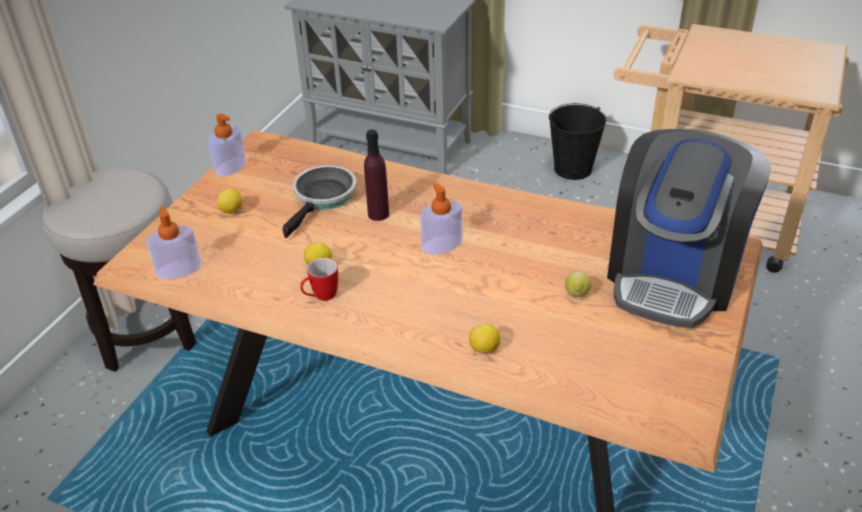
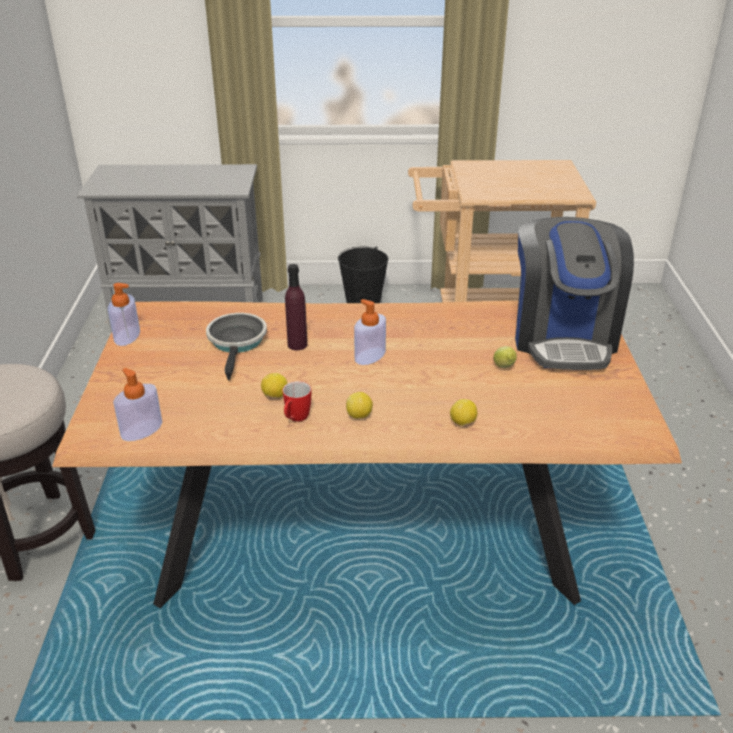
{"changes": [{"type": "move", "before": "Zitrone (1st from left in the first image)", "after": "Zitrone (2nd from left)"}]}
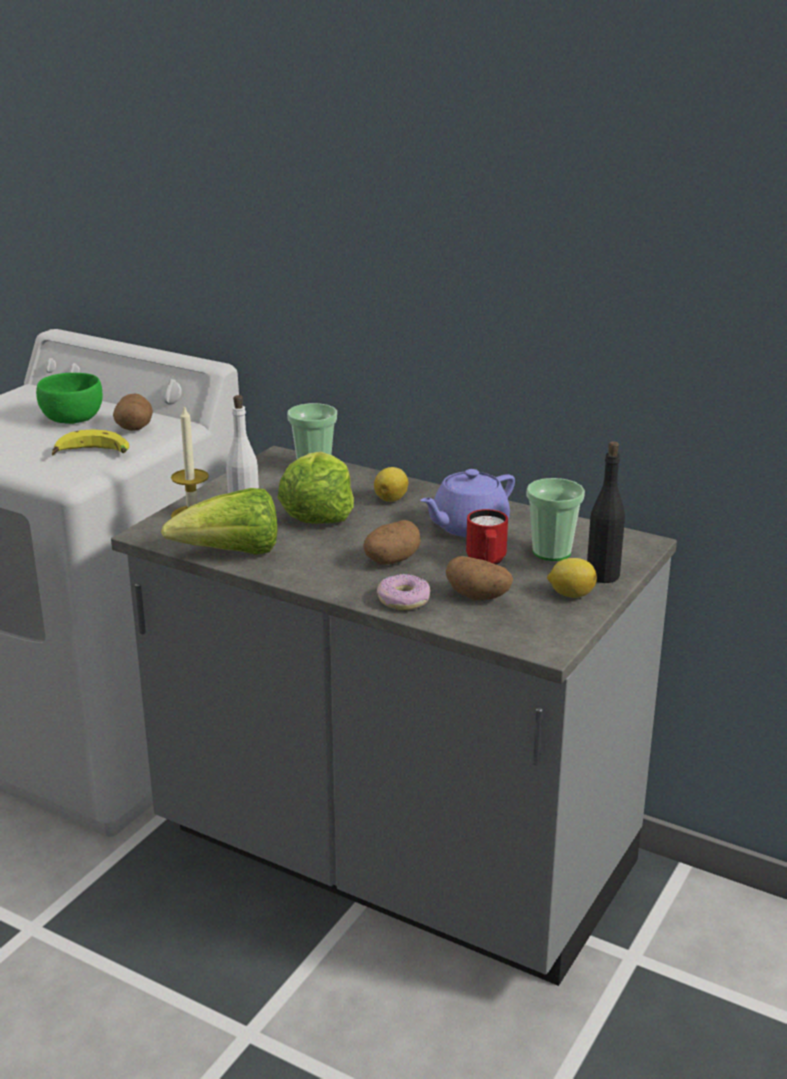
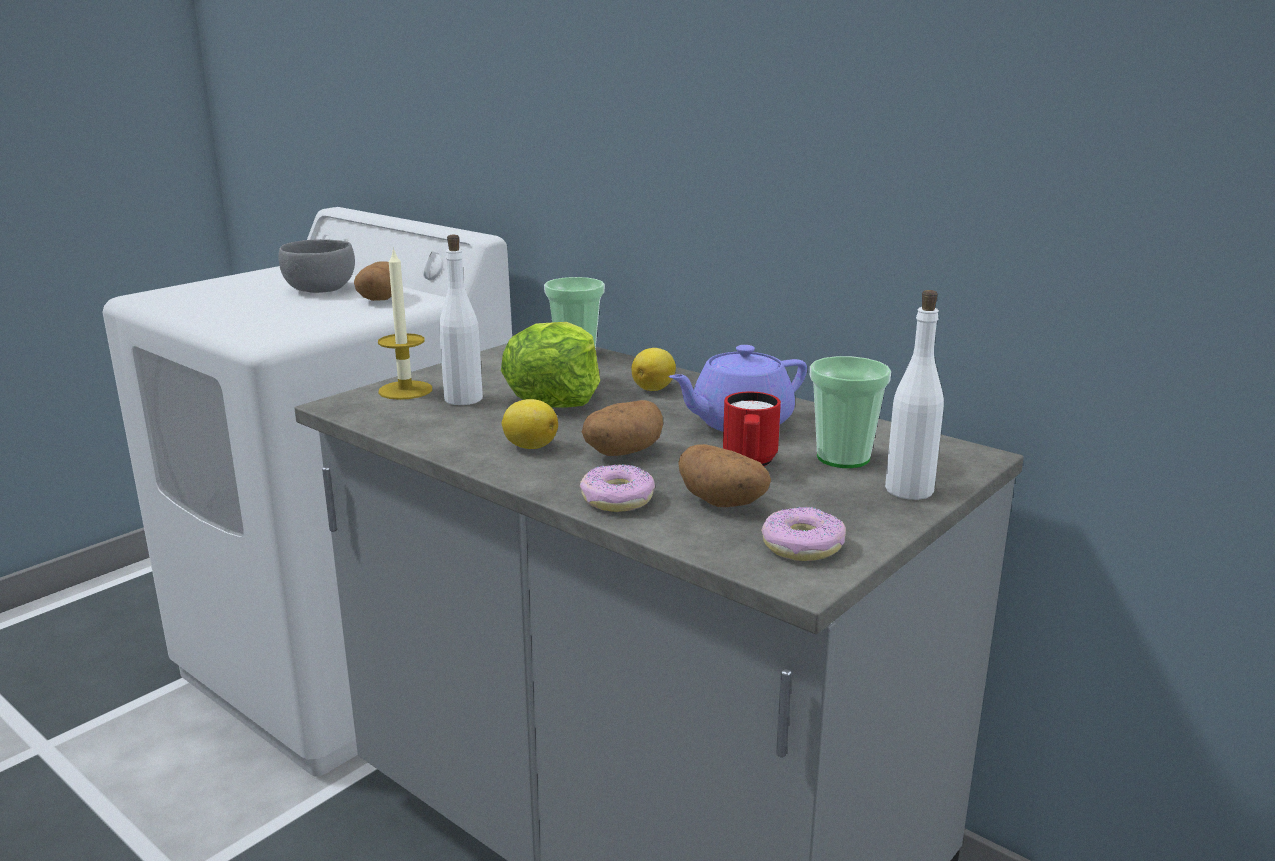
{"changes": [{"type": "recolor", "before": "Schüssel (grün)", "after": "Schüssel (grau)"}, {"type": "delete", "before": "Banane"}, {"type": "delete", "before": "Salatkopf (1st from left)"}, {"type": "move", "before": "Zitrone (2nd from left in the first image)", "after": "Zitrone (1st from left)"}, {"type": "recolor", "before": "Flasche (schwarz)", "after": "Flasche (weiß) (2nd from left)"}, {"type": "insert", "after": "Donut (2nd from left)"}]}
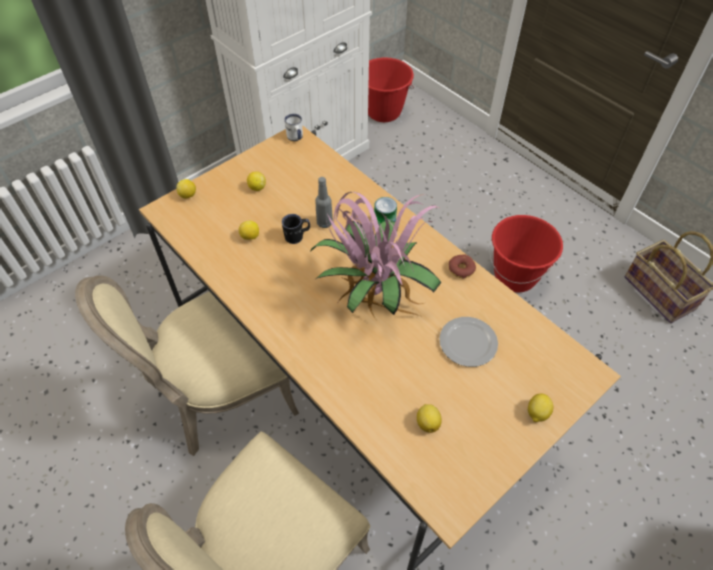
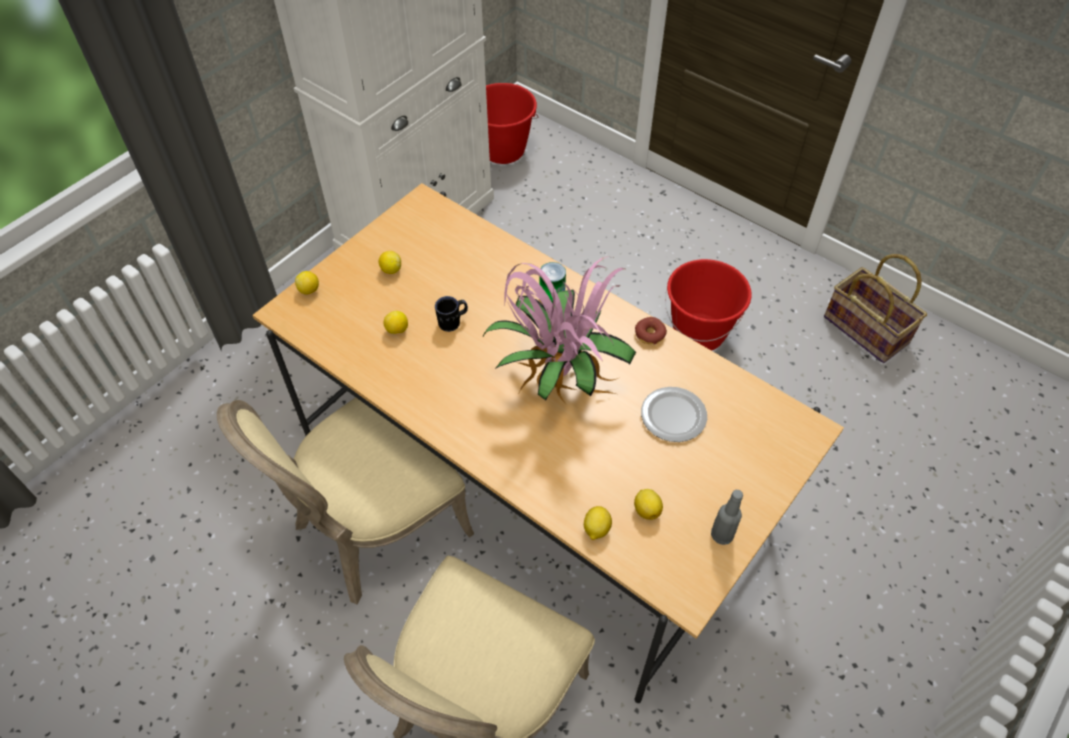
{"changes": [{"type": "delete", "before": "Henkelbecher (weiß)"}, {"type": "move", "before": "Flasche (grau)"}, {"type": "move", "before": "Zitrone (5th from left in the first image)", "after": "Zitrone (4th from left)"}]}
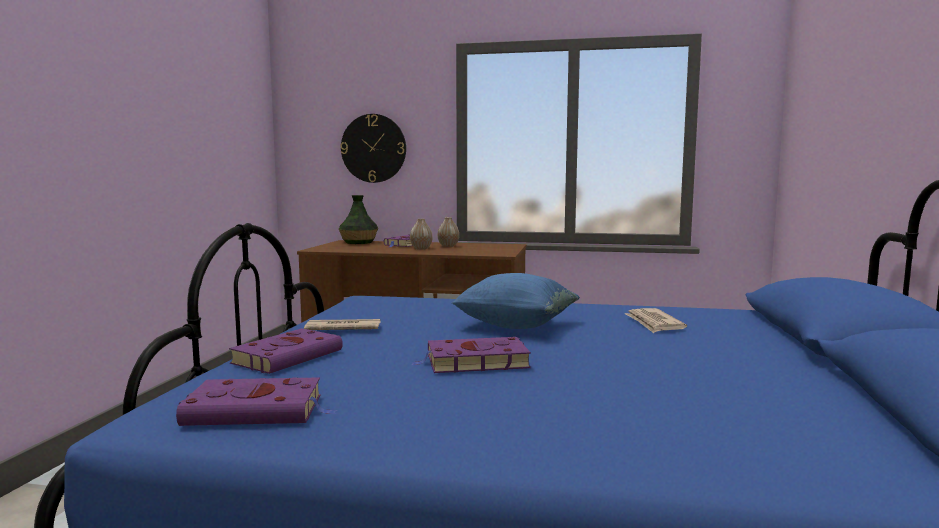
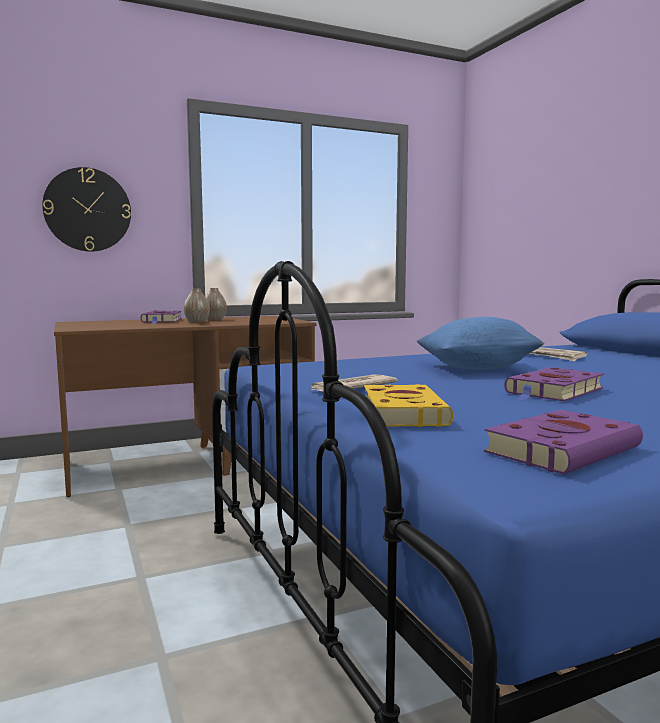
{"changes": [{"type": "recolor", "before": "Buch (lila) (2nd from left)", "after": "Buch (gelb)"}, {"type": "delete", "before": "Vase (1st from left)"}]}
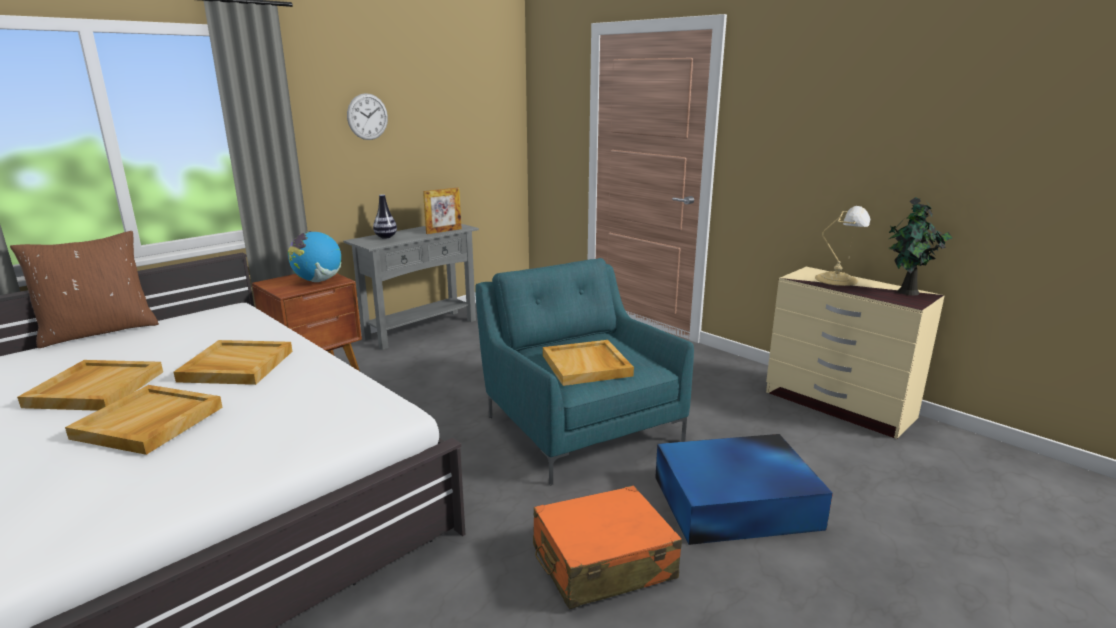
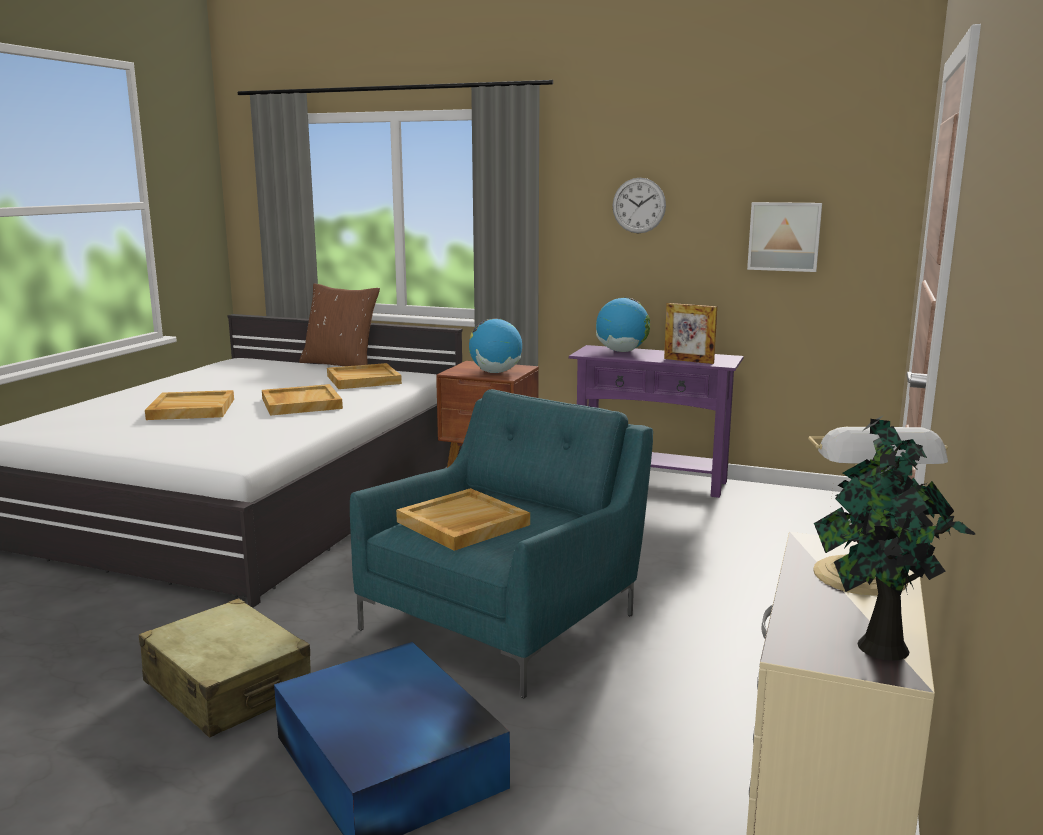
{"changes": [{"type": "move", "before": "Tablett (beige) (1st from left in the first image)", "after": "Tablett (beige) (3rd from left)"}, {"type": "recolor", "before": "Konsolentisch (grau)", "after": "Konsolentisch (lila)"}, {"type": "replace", "before": "Vase", "after": "Globus (2nd from left)"}, {"type": "recolor", "before": "Koffer (orange)", "after": "Koffer (beige)"}, {"type": "insert", "after": "Bild"}]}
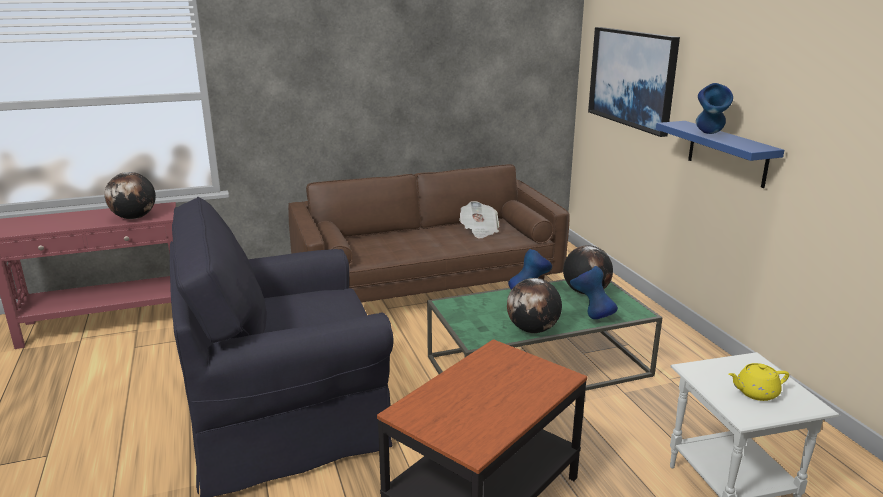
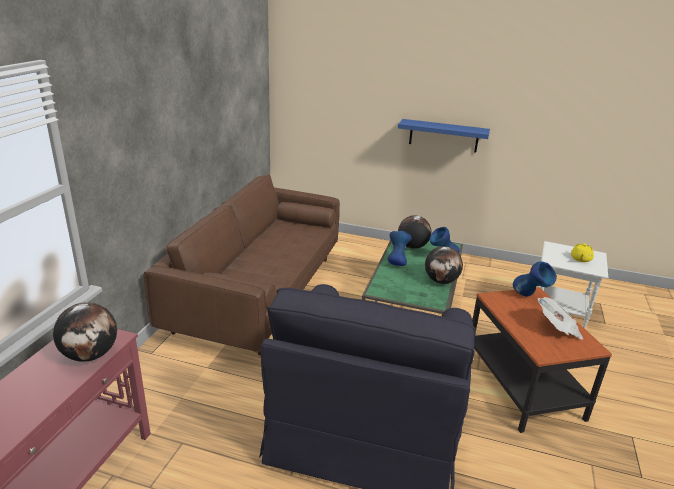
{"changes": [{"type": "move", "before": "Zeitung"}, {"type": "delete", "before": "Bild"}, {"type": "move", "before": "Vase (blau) (3rd from left)"}]}
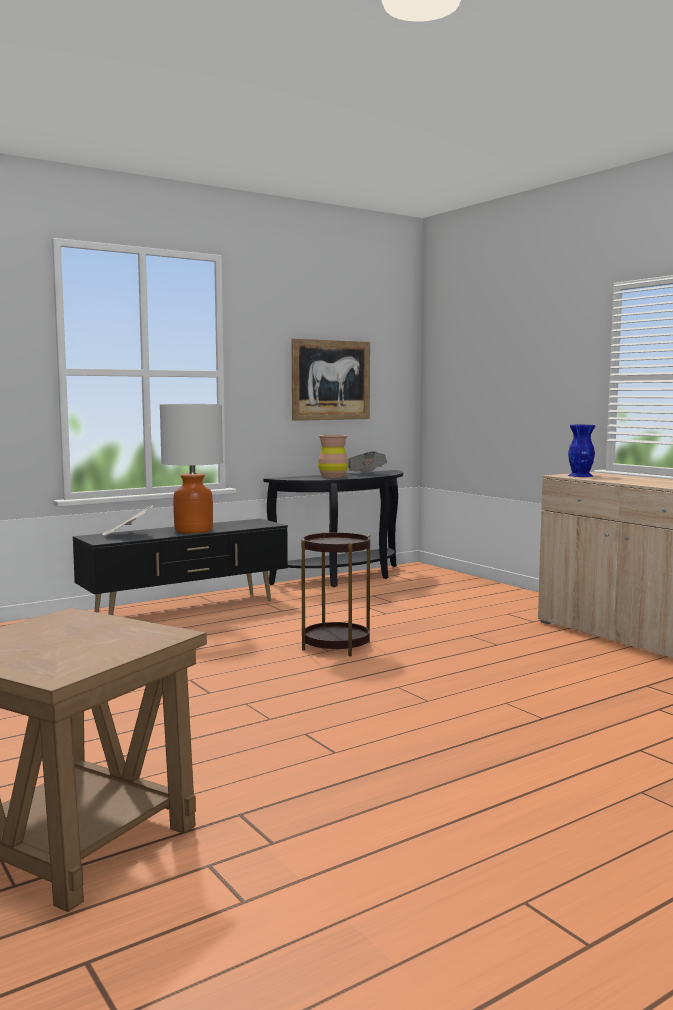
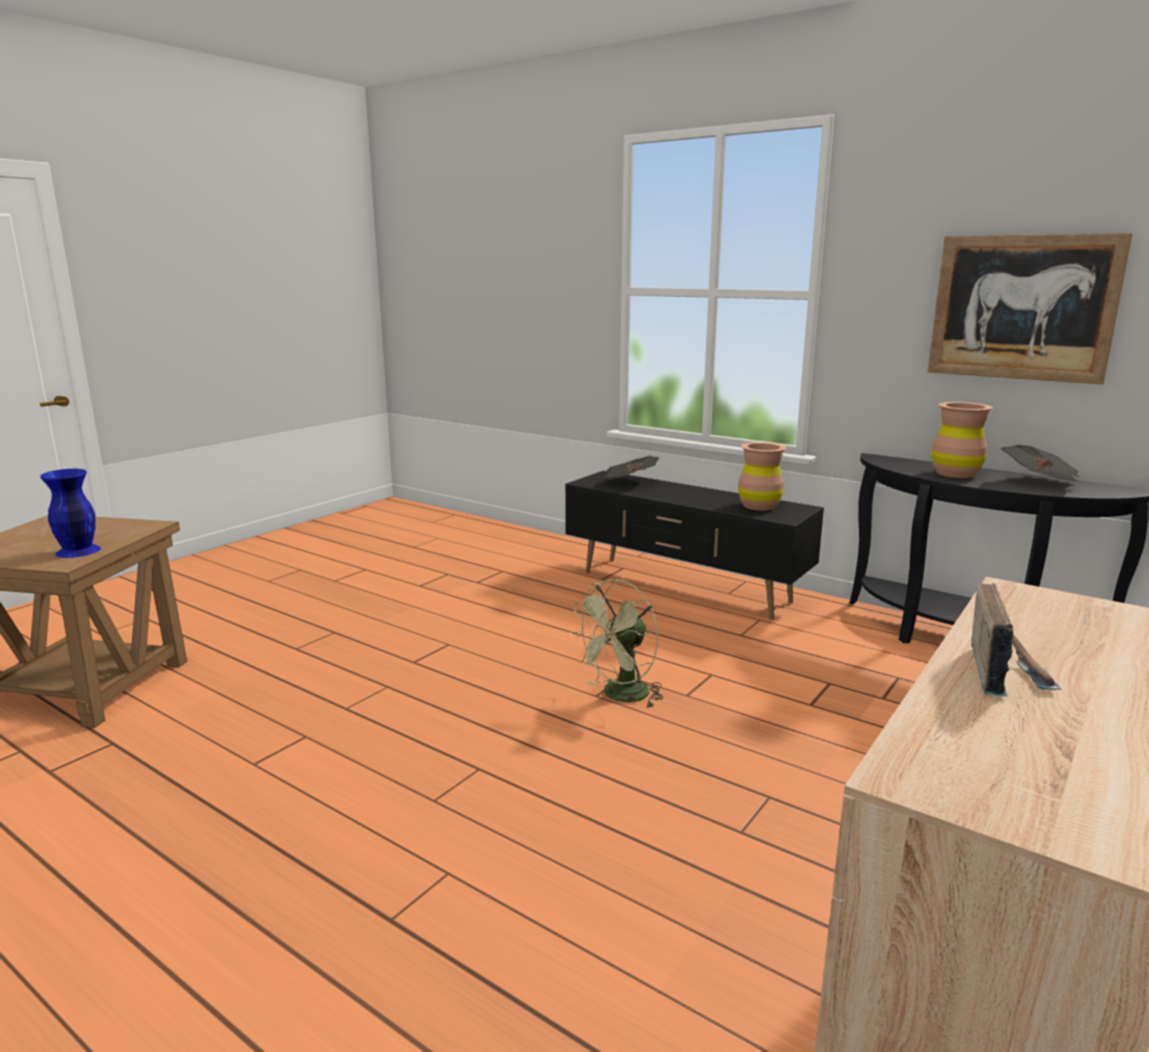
{"changes": [{"type": "delete", "before": "Tischlampe"}, {"type": "replace", "before": "Beistelltisch (braun) (2nd from left)", "after": "Ventilator (grün)"}, {"type": "move", "before": "Vase (blau)"}, {"type": "insert", "after": "Vase (braun) (1st from left)"}, {"type": "insert", "after": "Radio"}]}
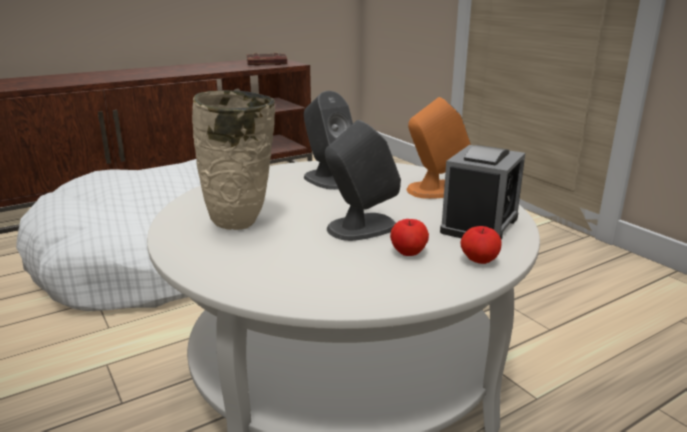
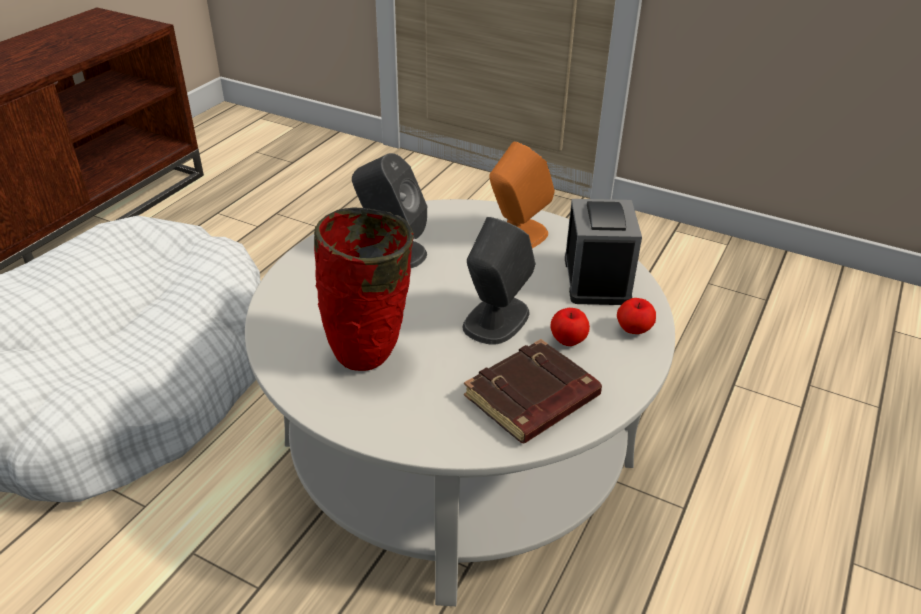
{"changes": [{"type": "recolor", "before": "Vase (beige)", "after": "Vase (rot)"}, {"type": "move", "before": "Buch (braun)"}]}
